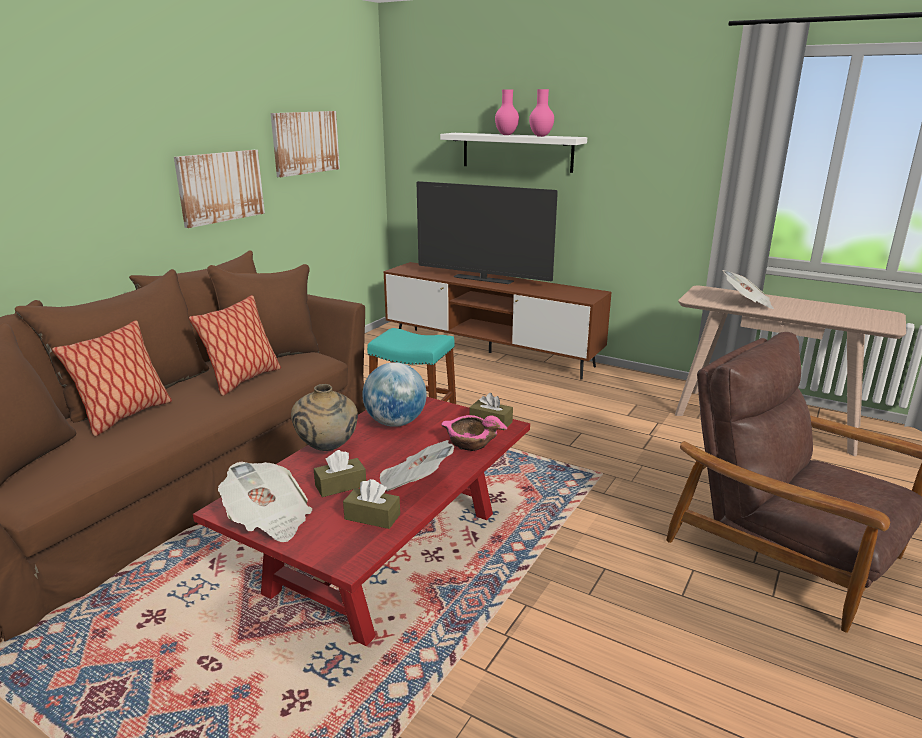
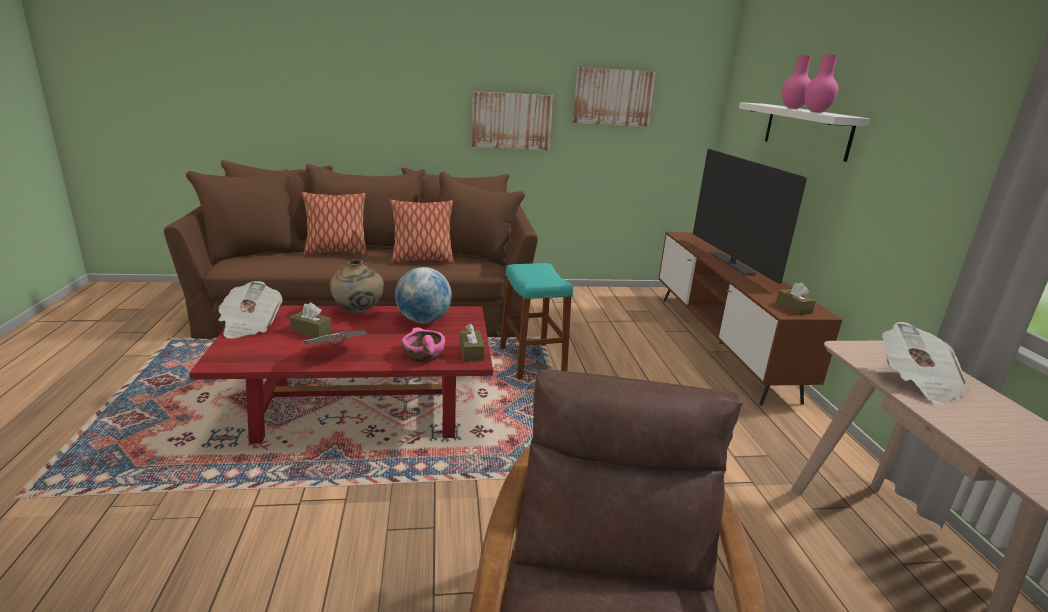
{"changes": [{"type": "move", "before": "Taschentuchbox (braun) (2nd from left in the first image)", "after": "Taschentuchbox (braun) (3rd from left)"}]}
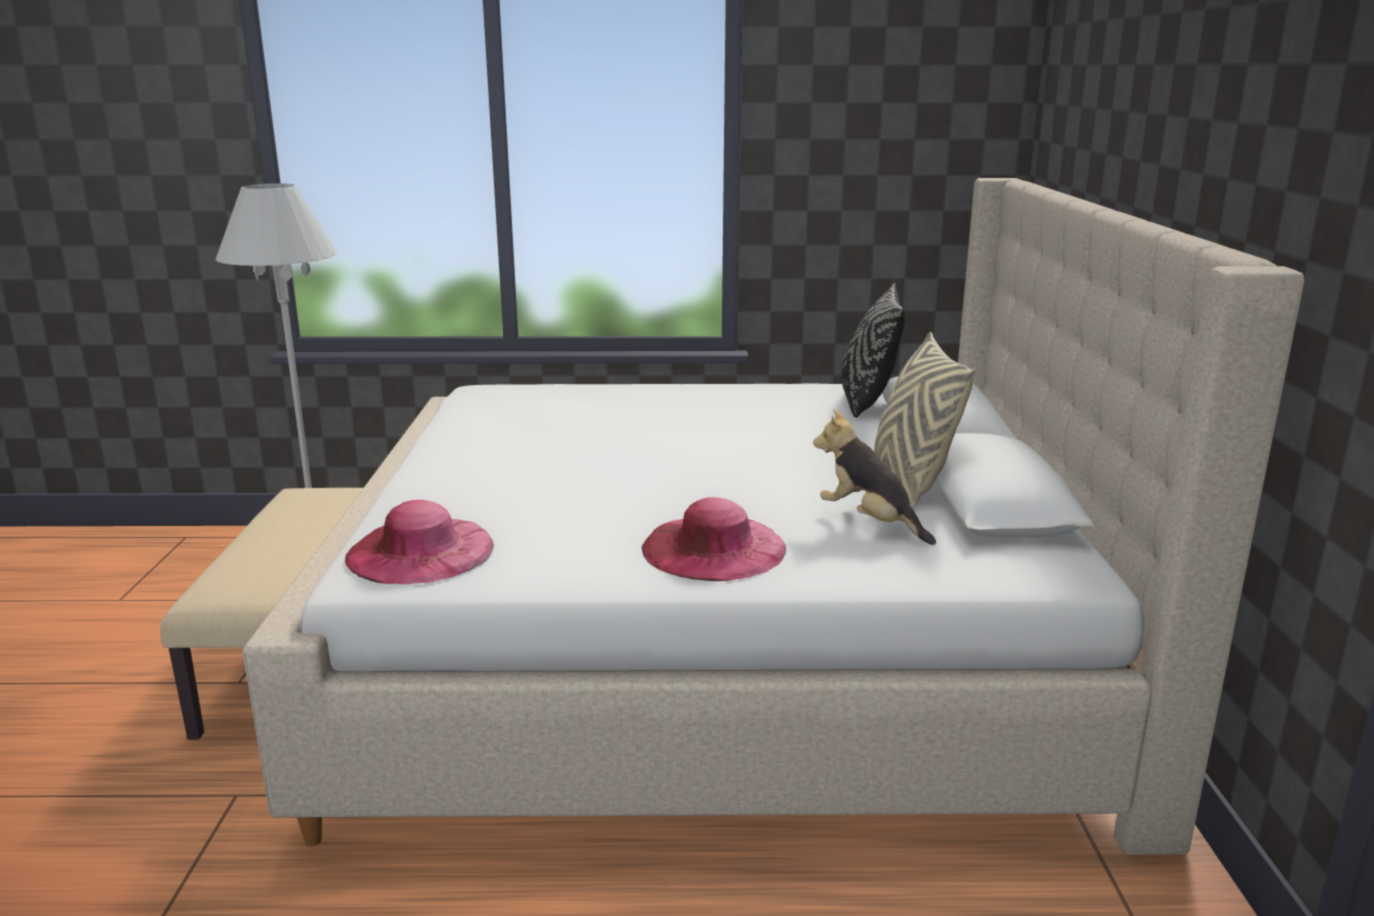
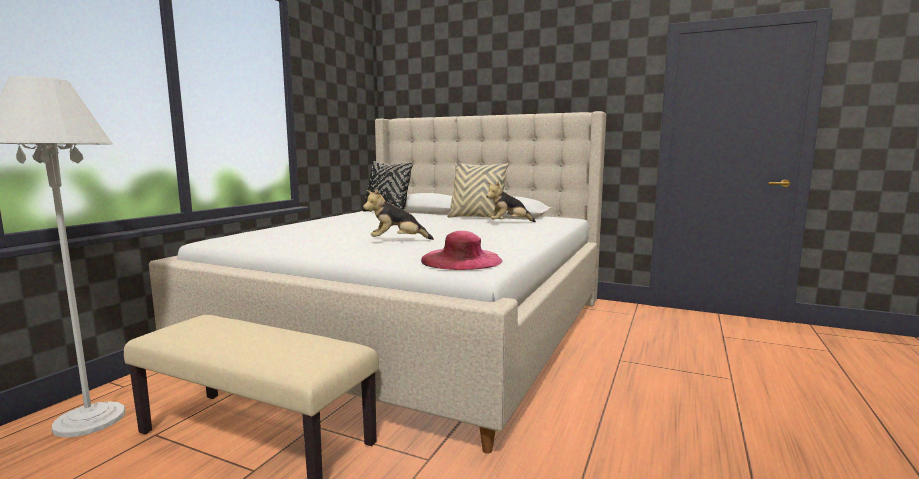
{"changes": [{"type": "delete", "before": "Hut (rosa) (2nd from left)"}, {"type": "insert", "after": "Plüschtier (1st from left)"}]}
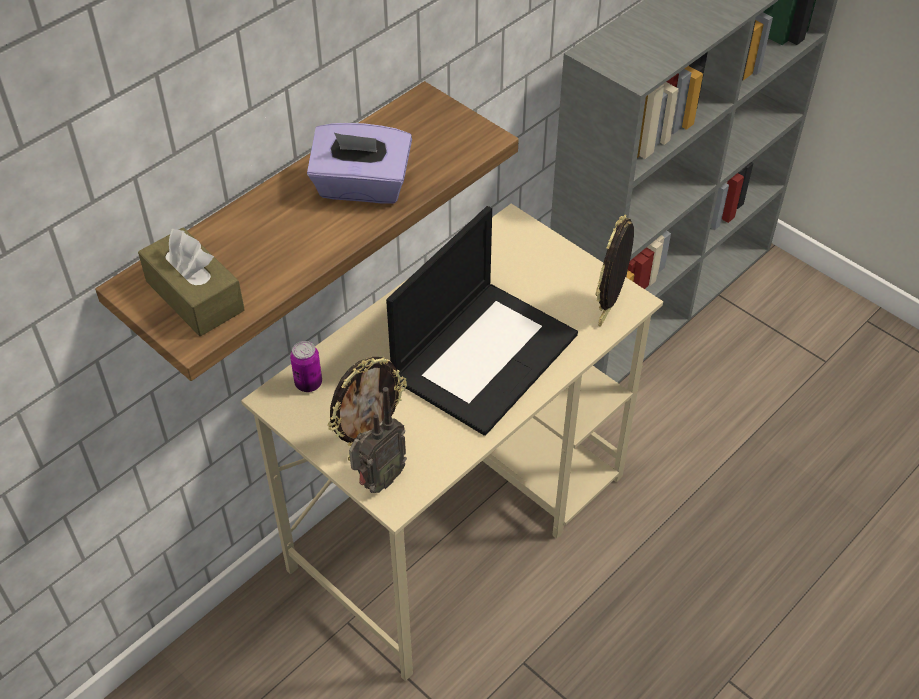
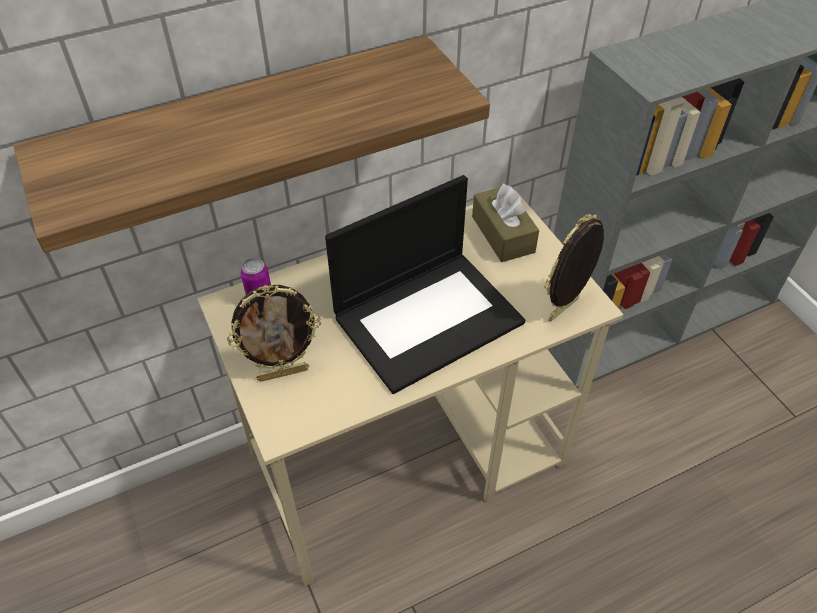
{"changes": [{"type": "move", "before": "Taschentuchbox (braun)"}, {"type": "delete", "before": "Taschentuchbox (lila)"}, {"type": "delete", "before": "Radio"}]}
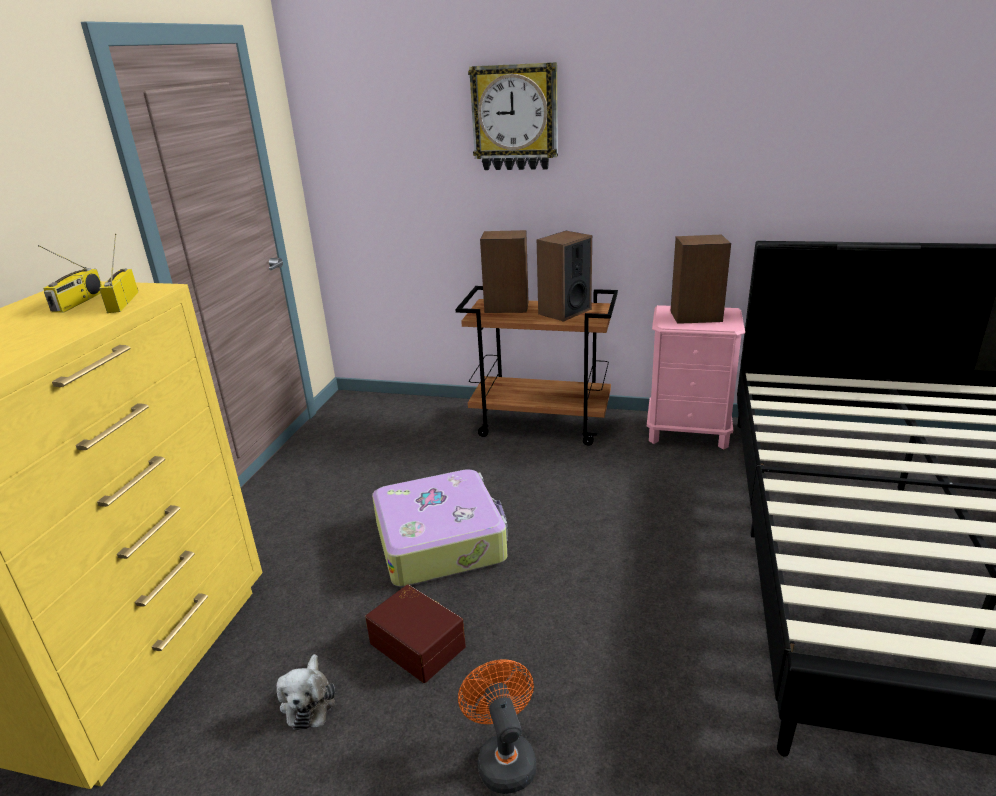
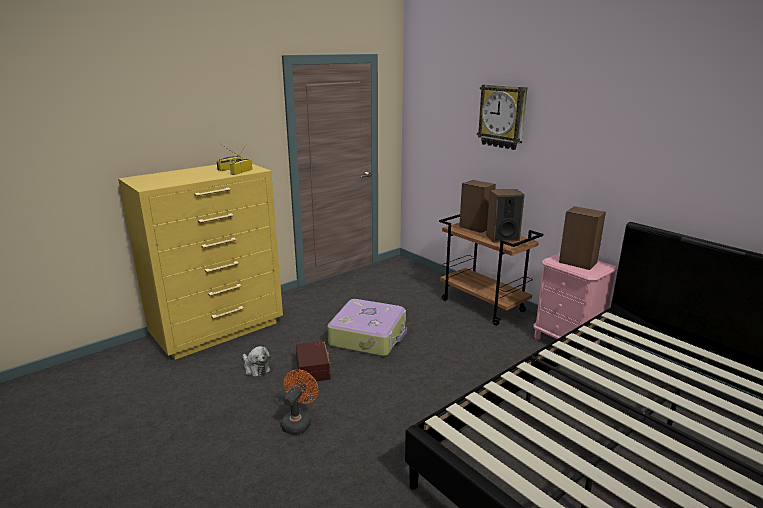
{"changes": [{"type": "rotate", "before": "Plüschtier", "turn": -75}]}
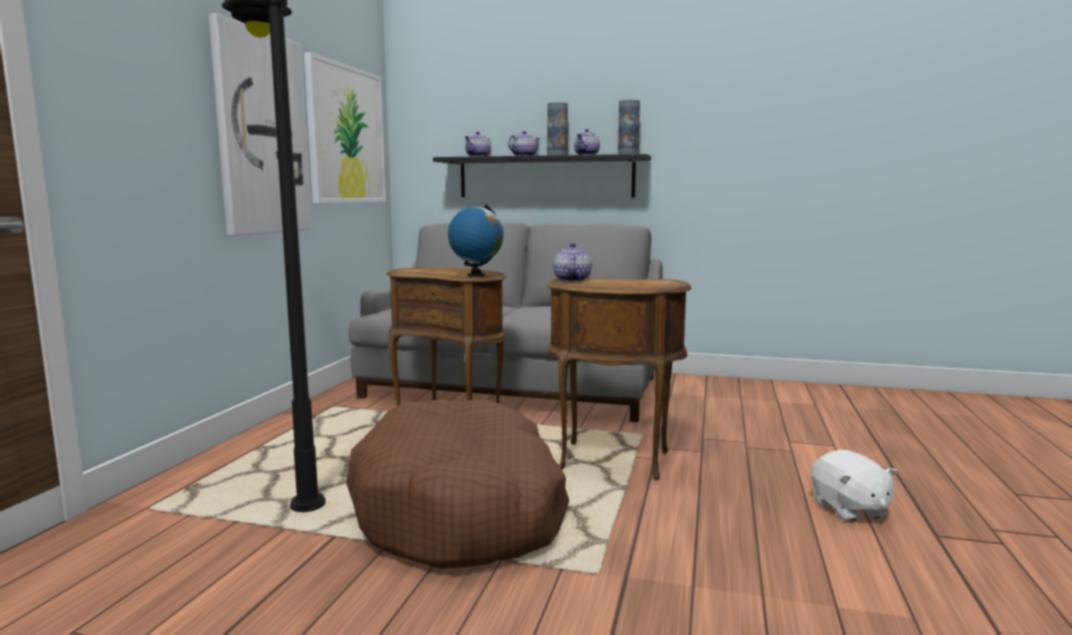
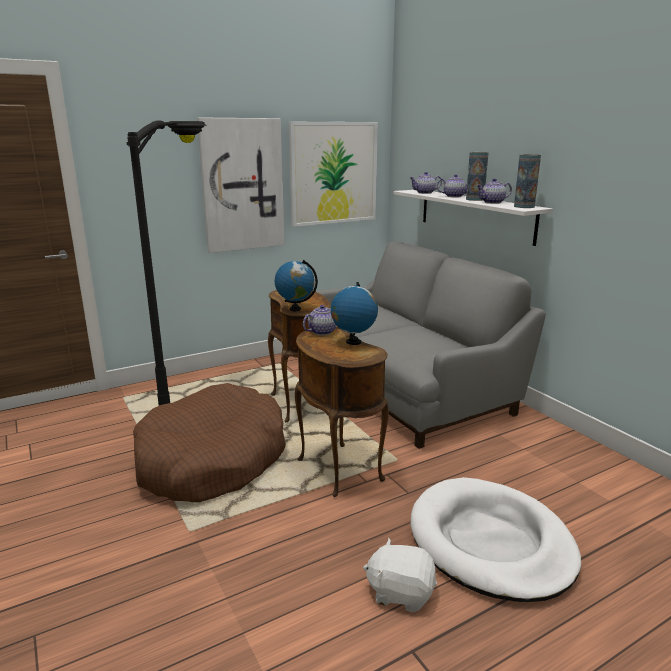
{"changes": [{"type": "recolor", "before": "Wandregal (schwarz)", "after": "Wandregal (weiß)"}, {"type": "rotate", "before": "Plüschtier (weiß)", "turn": 75}, {"type": "insert", "after": "Globus (2nd from left)"}, {"type": "insert", "after": "Hundebett (weiß)"}]}
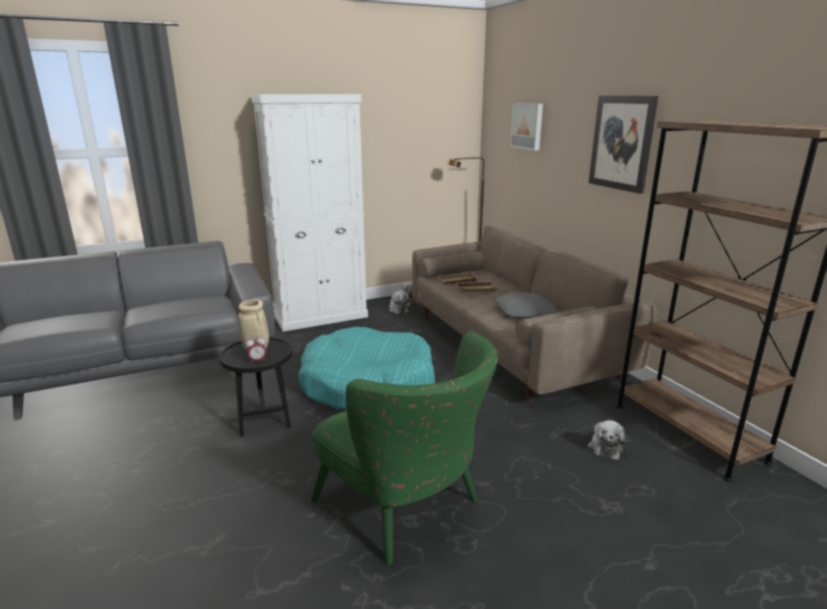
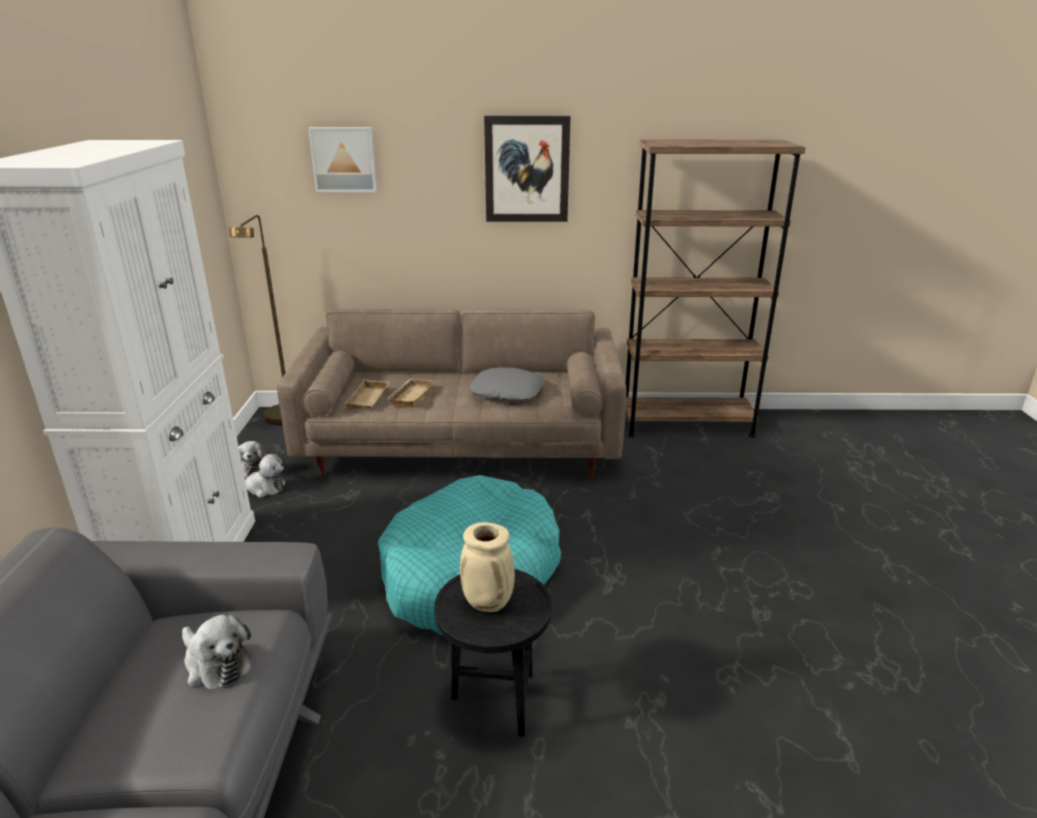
{"changes": [{"type": "delete", "before": "Wecker"}, {"type": "delete", "before": "Sessel (grün)"}, {"type": "move", "before": "Plüschtier (3rd from left in the first image)", "after": "Plüschtier (1st from left)"}]}
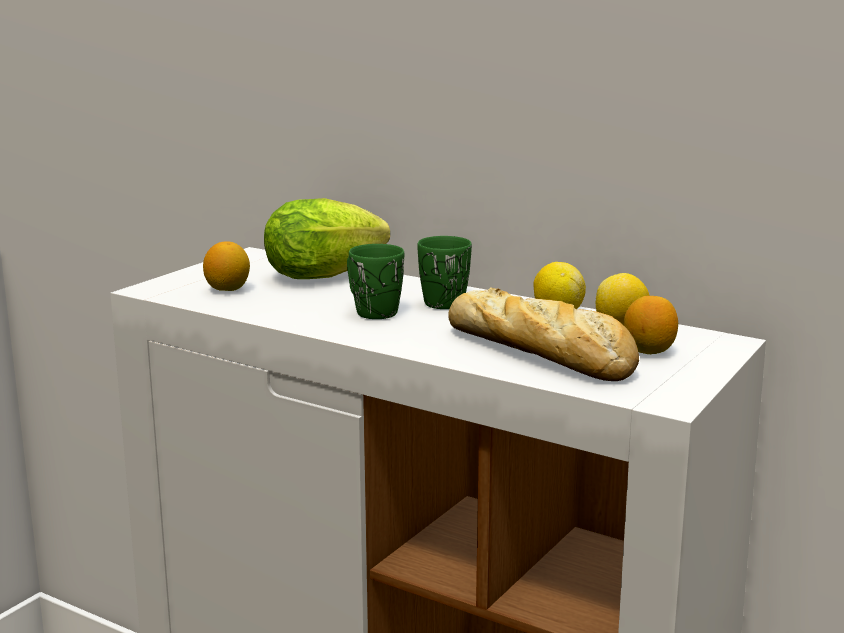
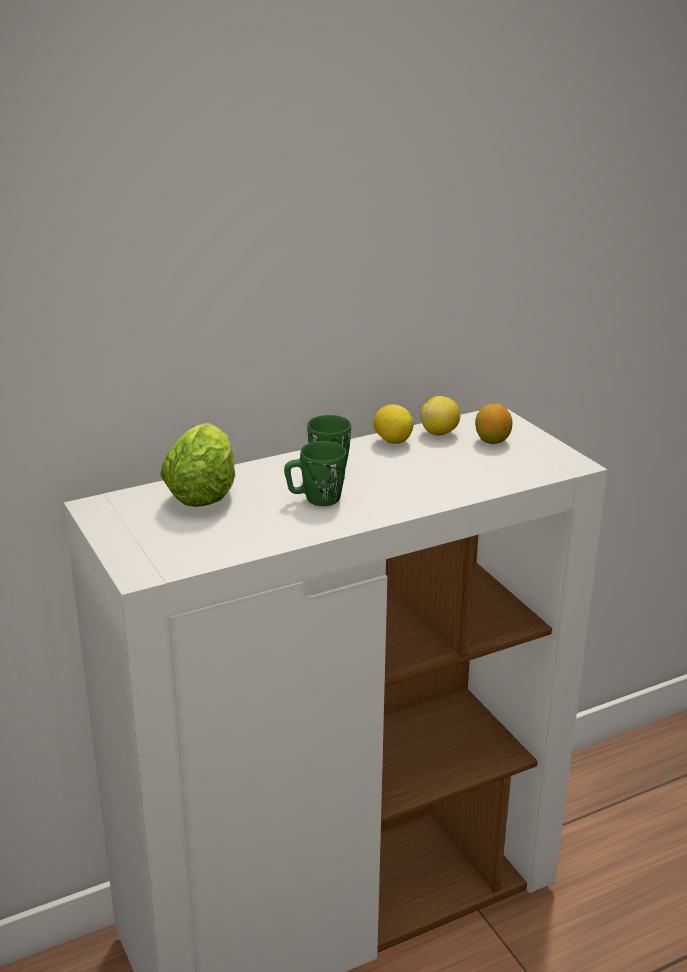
{"changes": [{"type": "delete", "before": "Zitrone (1st from left)"}, {"type": "delete", "before": "Brot"}]}
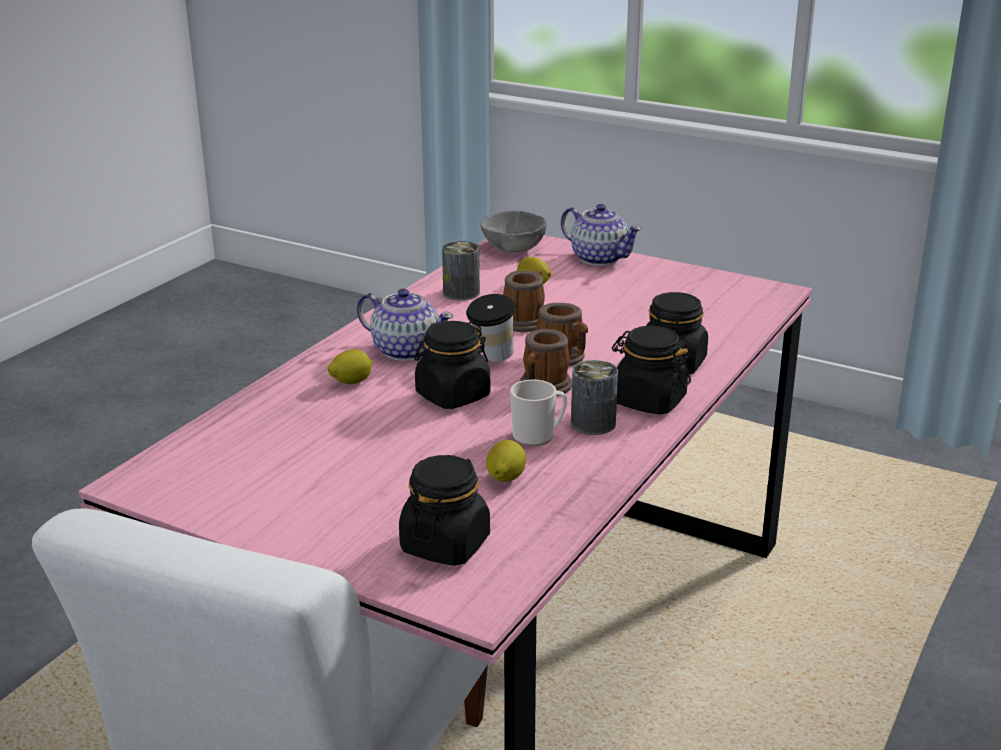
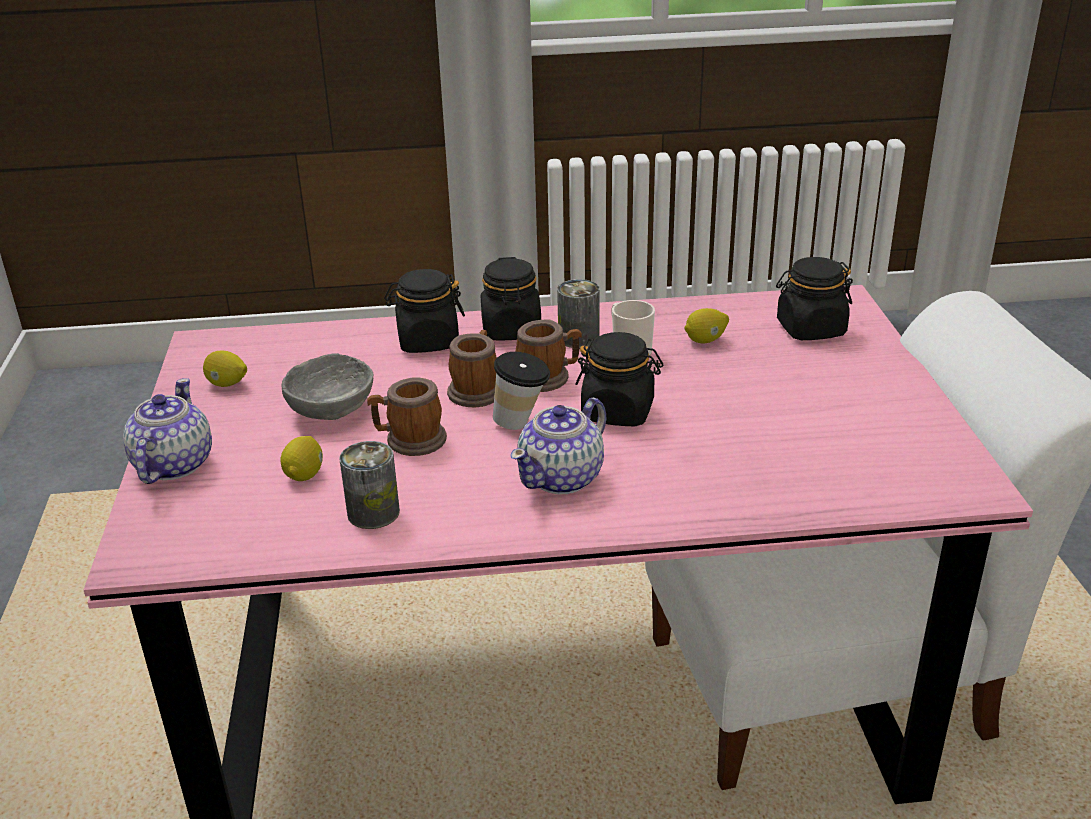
{"changes": [{"type": "move", "before": "Zitrone (1st from left)"}, {"type": "rotate", "before": "Teekanne (1st from left in the first image)", "turn": -135}, {"type": "move", "before": "Schüssel (grau)"}]}
